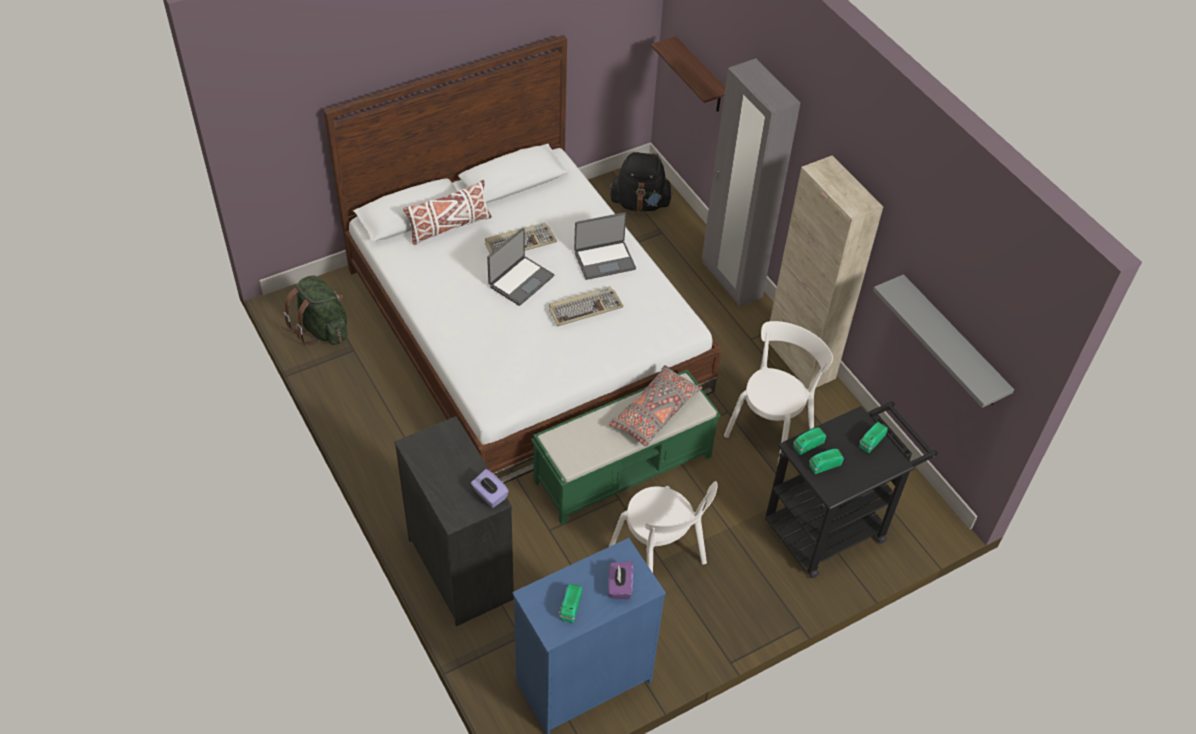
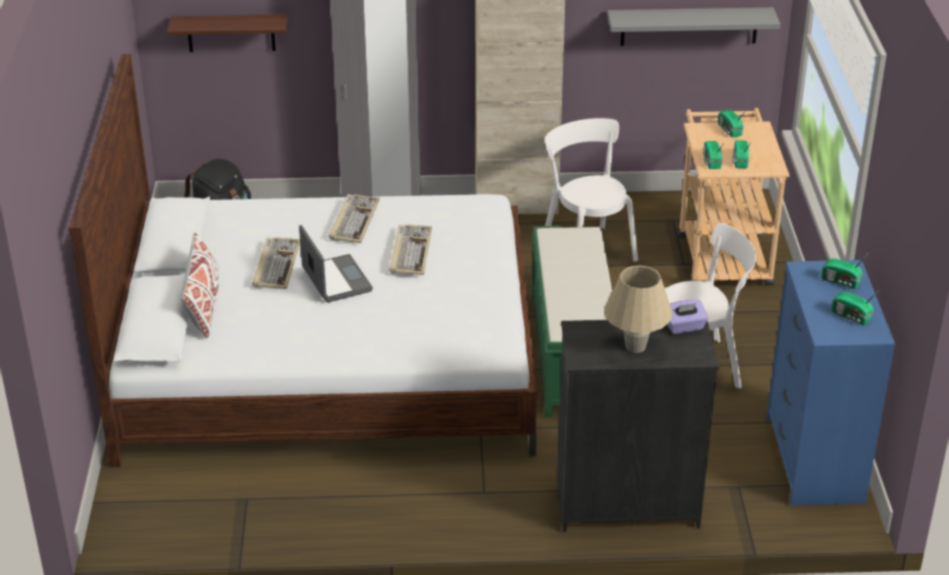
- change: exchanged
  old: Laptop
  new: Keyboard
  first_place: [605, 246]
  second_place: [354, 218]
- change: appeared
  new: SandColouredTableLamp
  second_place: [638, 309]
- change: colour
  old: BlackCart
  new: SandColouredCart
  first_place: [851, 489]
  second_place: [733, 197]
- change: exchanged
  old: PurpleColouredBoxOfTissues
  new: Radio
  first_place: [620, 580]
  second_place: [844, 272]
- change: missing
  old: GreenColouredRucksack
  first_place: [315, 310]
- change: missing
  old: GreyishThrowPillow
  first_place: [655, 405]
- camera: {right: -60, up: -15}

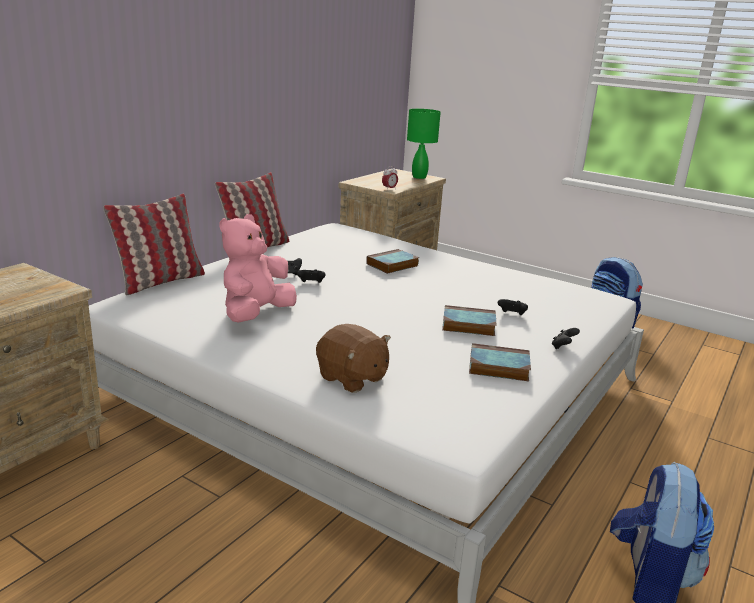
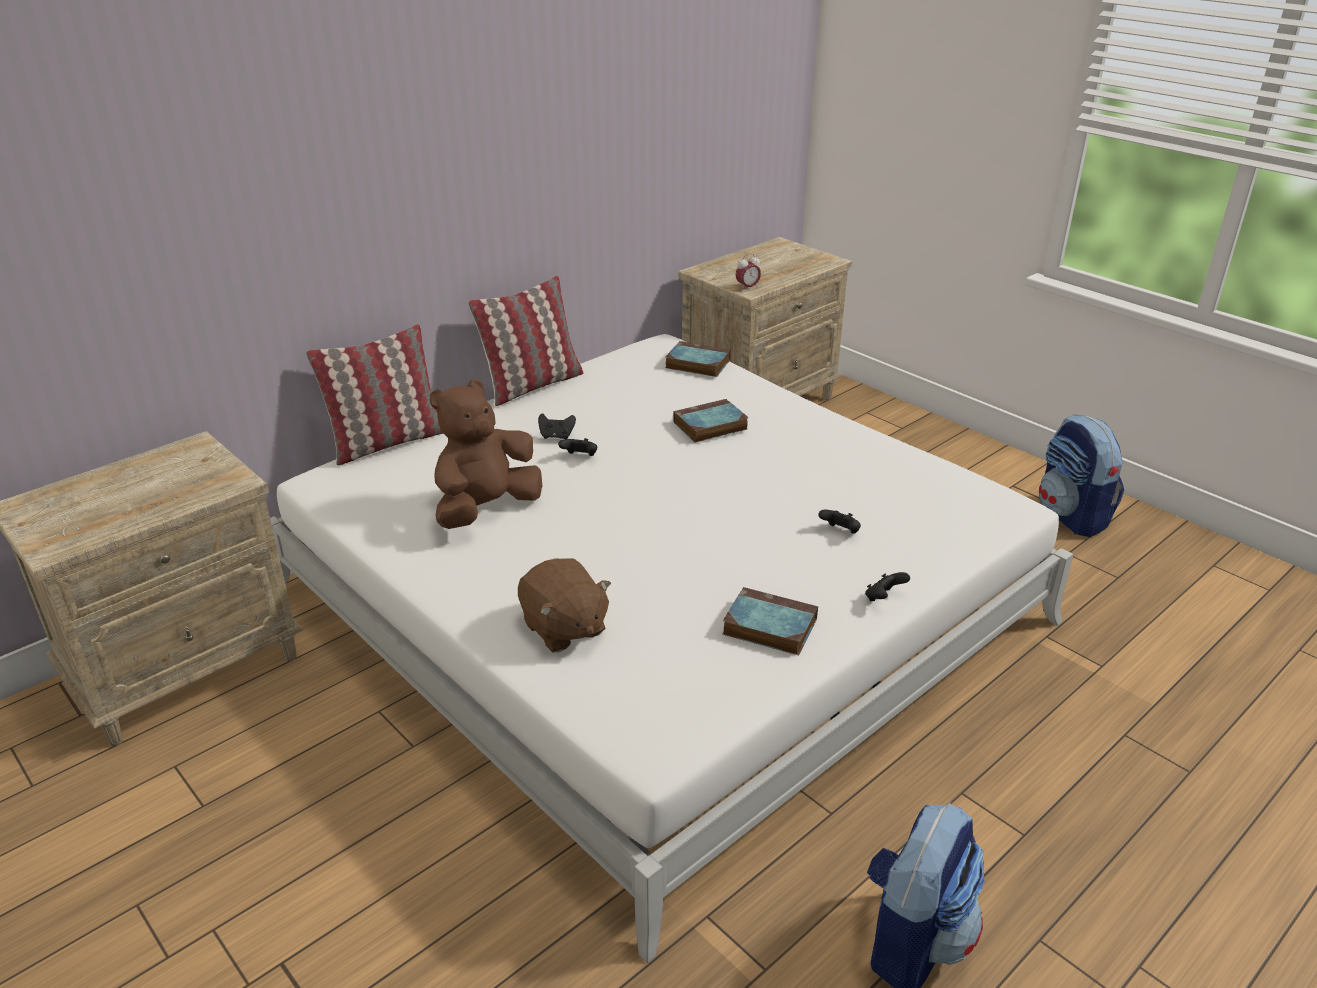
- change: colour
  old: PinkishPlushToy
  new: BrownColouredPlushToy
  first_place: [258, 268]
  second_place: [486, 454]
- change: relocated
  old: BoundBook
  first_place: [469, 320]
  second_place: [698, 359]
- change: missing
  old: GreenColouredTableLamp
  first_place: [424, 144]
- camera: {right: 15, up: 10}

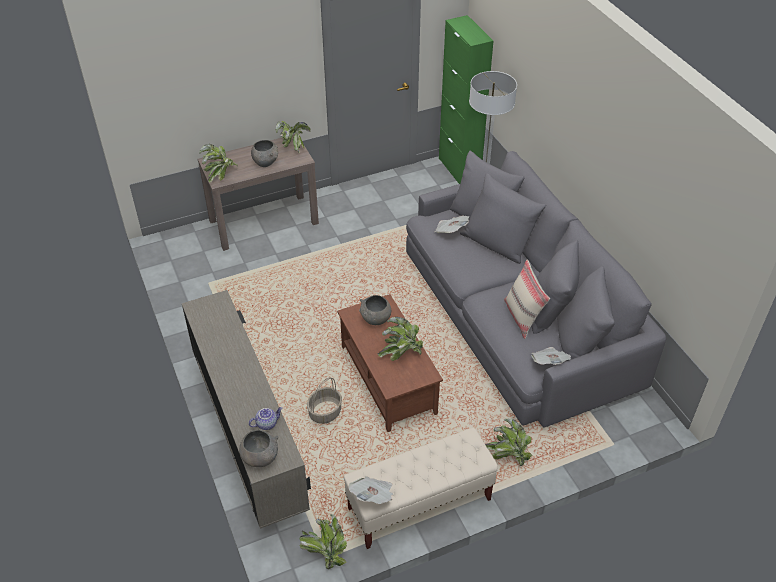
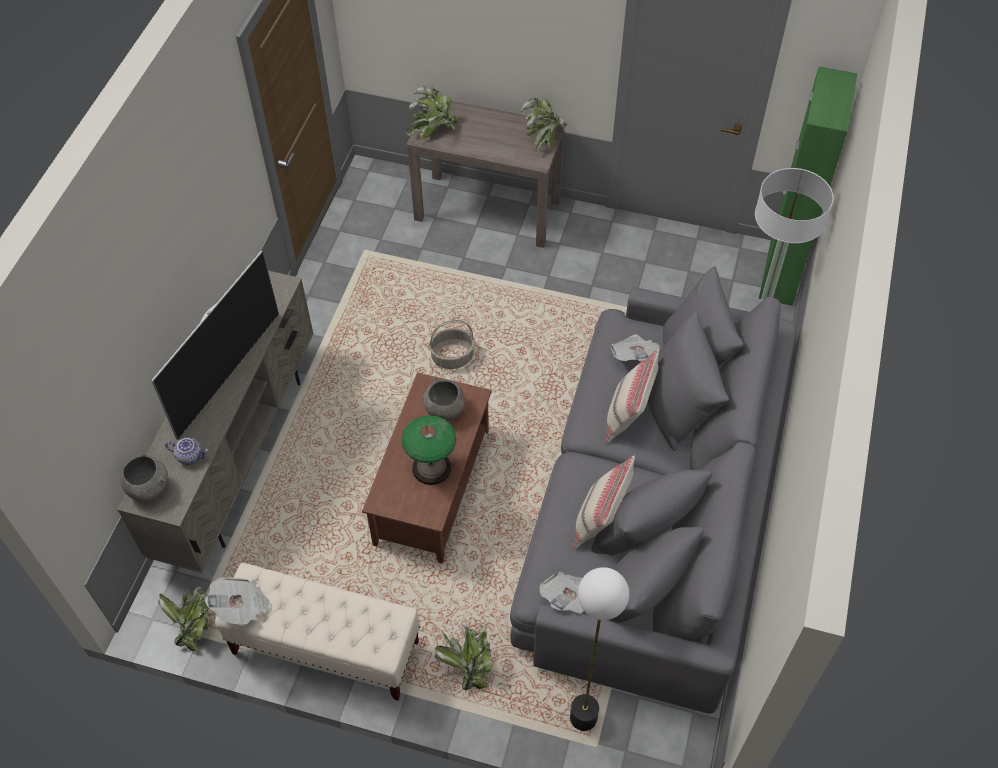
- change: appeared
  new: Tv
  second_place: [215, 345]
- change: exchanged
  old: PottedPlant
  new: TableLamp
  first_place: [400, 339]
  second_place: [429, 450]
- change: relocated
  old: StorageBasket
  first_place: [324, 401]
  second_place: [452, 344]
- change: appeared
  new: StandardLamp
  second_place: [599, 649]
- change: appeared
  new: SandColouredThrowPillow
  second_place: [632, 396]
- change: missing
  old: GreyishDeepDish
  first_place: [264, 153]
- camera: {right: 40, up: 10}

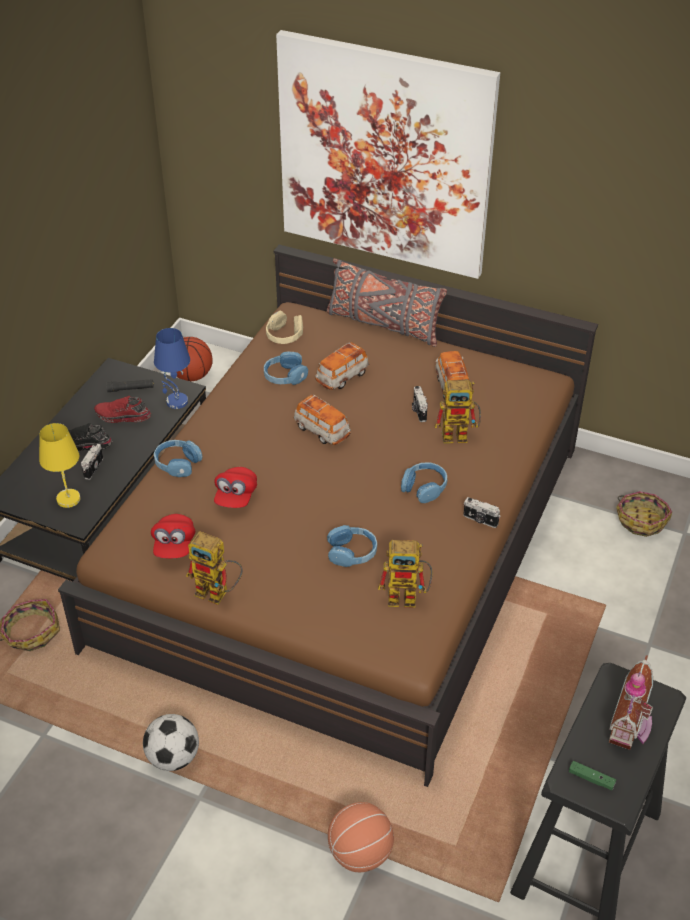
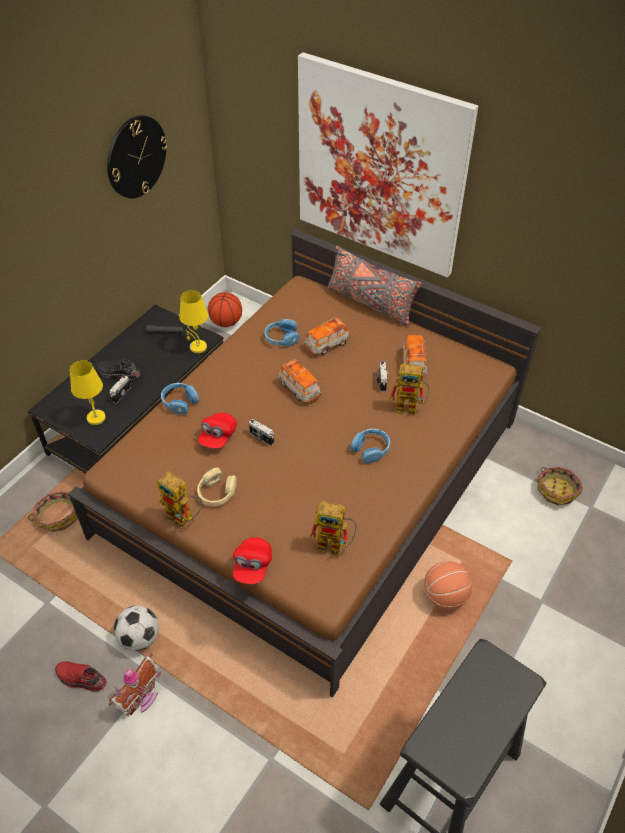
- change: relocated
  old: ReddishLowShoe
  first_place: [122, 409]
  second_place: [81, 677]
- change: appeared
  new: HangingClock
  second_place: [137, 157]
- change: relocated
  old: ToyHouse
  first_place: [631, 702]
  second_place: [134, 684]
- change: colour
  old: BlueTableLamp
  new: YellowColouredTableLamp
  first_place: [172, 368]
  second_place: [193, 321]
- change: relocated
  old: SandColouredHeadset
  first_place: [284, 327]
  second_place: [217, 487]
- change: relocated
  old: ReddishBaseballCap
  first_place: [173, 536]
  second_place: [252, 560]
- change: relocated
  old: StillCamera
  first_place: [482, 512]
  second_place: [261, 432]
- change: relocated
  old: BasketballBall
  first_place: [361, 837]
  second_place: [448, 585]
- change: missing
  old: BlueHeadset
  first_place: [352, 546]
- change: missing
  old: GreenColouredGameController
  first_place: [592, 776]
- camera: {right: 10, up: 5}

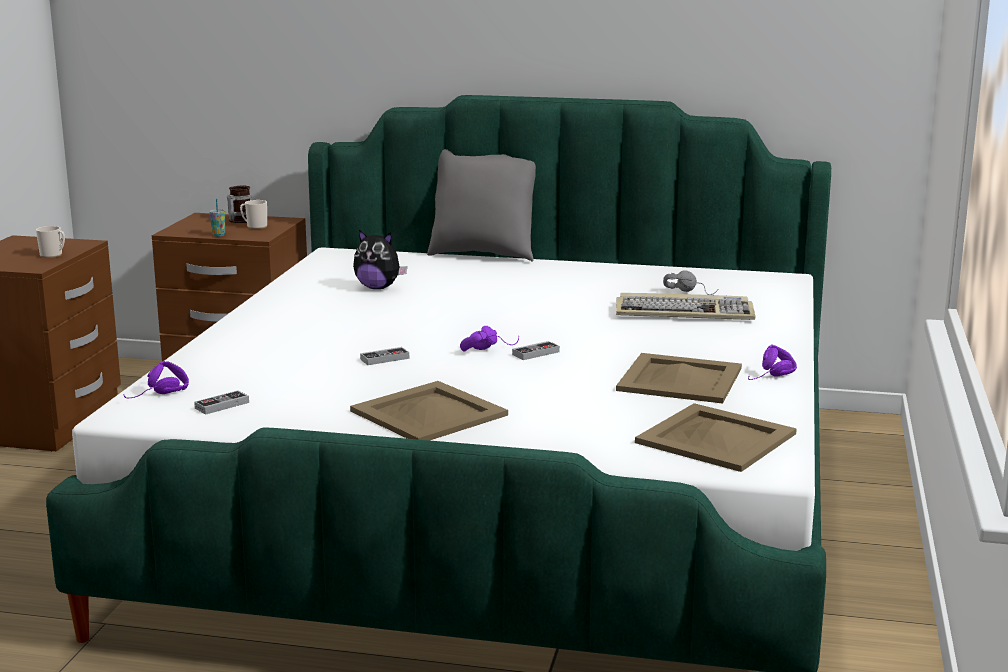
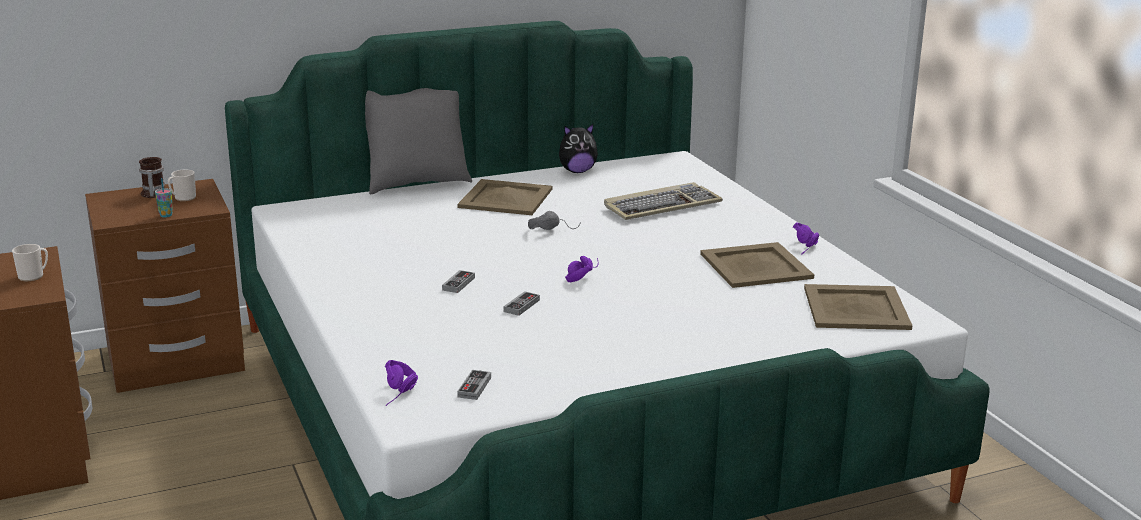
- change: relocated
  old: GameController
  first_place: [536, 350]
  second_place: [458, 281]
- change: relocated
  old: SandColouredServingTray
  first_place: [429, 410]
  second_place: [504, 197]
- change: relocated
  old: GreyishHeadset
  first_place: [690, 282]
  second_place: [554, 220]
- change: relocated
  old: PlushToy
  first_place: [380, 259]
  second_place: [578, 148]
- camera: {right: -35, up: 5}

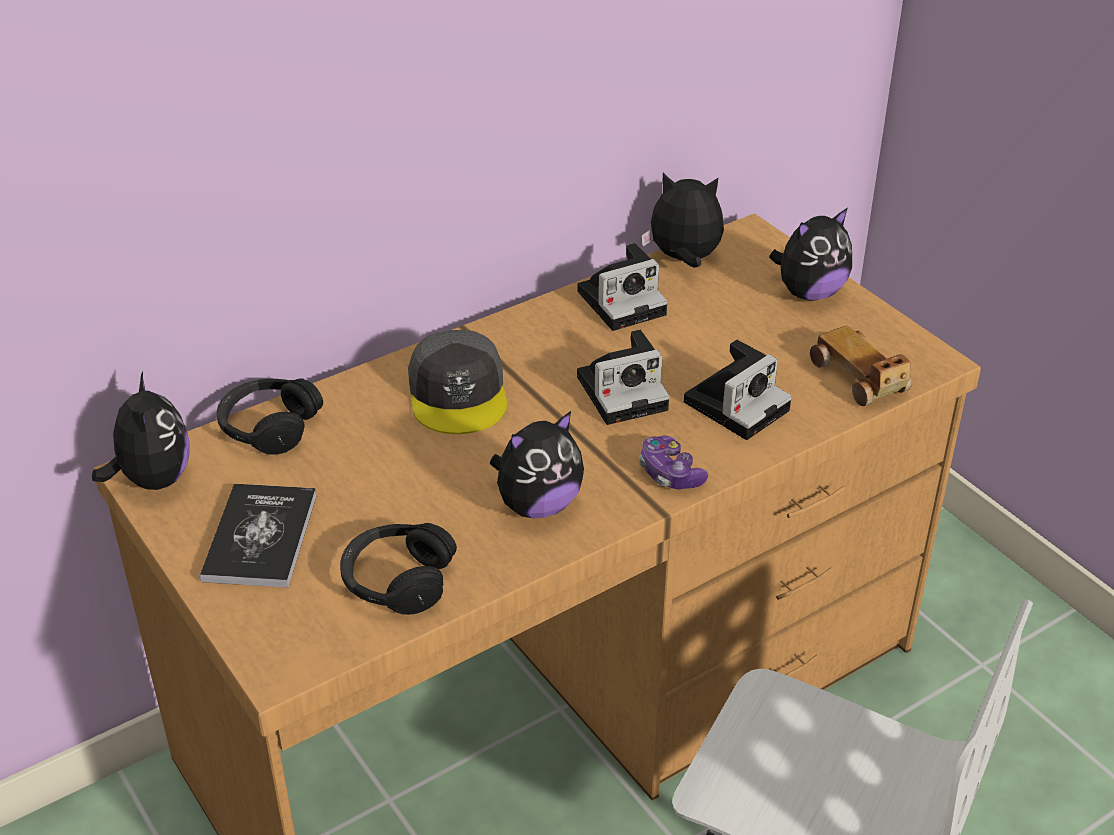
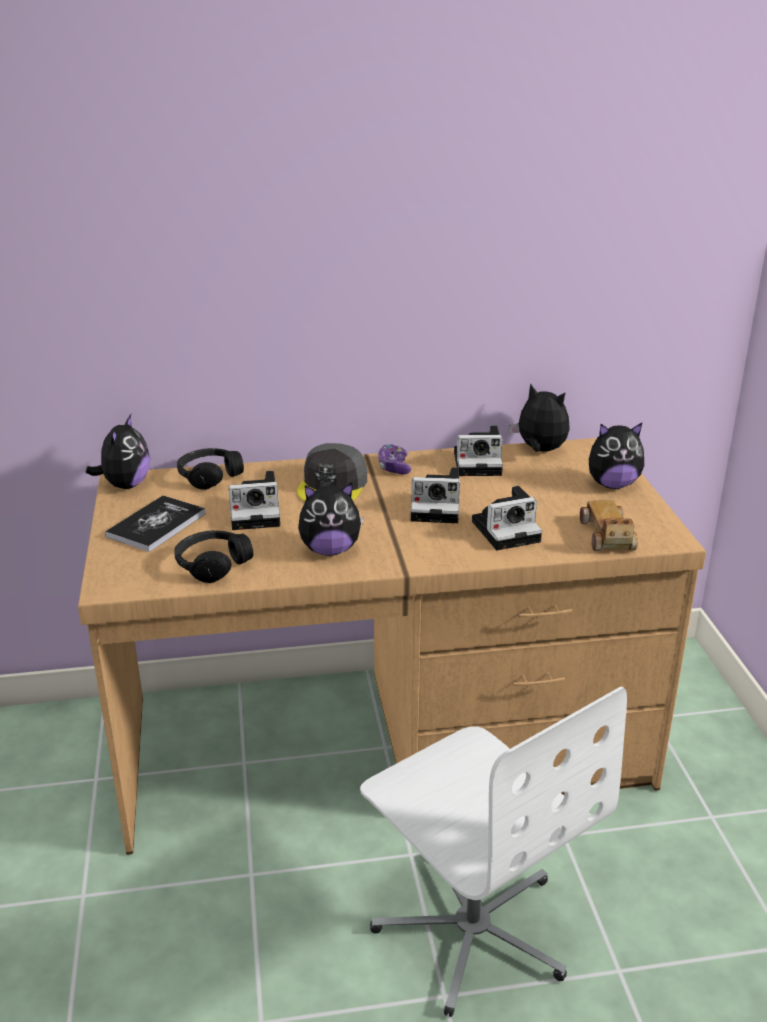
- change: appeared
  new: StillCamera
  second_place: [254, 500]
- change: relocated
  old: GameController
  first_place: [673, 462]
  second_place: [394, 459]
- camera: {right: 25, up: -10}

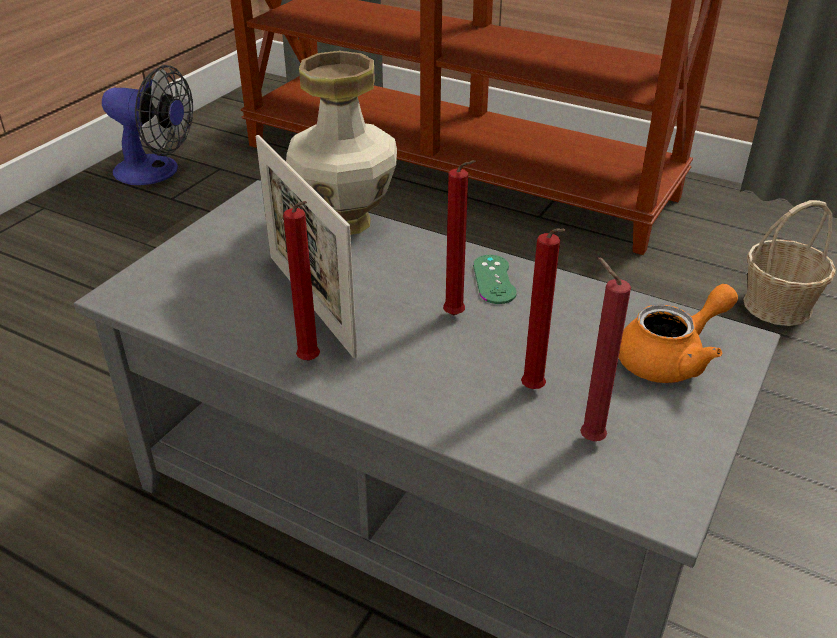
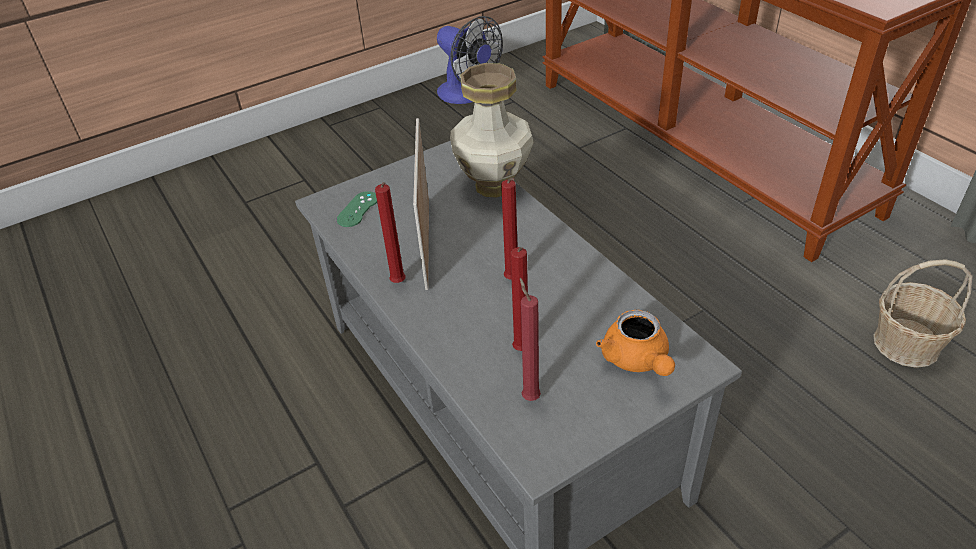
- change: relocated
  old: GreenColouredGameController
  first_place: [495, 279]
  second_place: [356, 209]
- change: spun
  old: OrangeyPotForTea
  first_place: [678, 333]
  second_place: [635, 343]
  degrees: 75
- camera: {right: 30, up: 5}

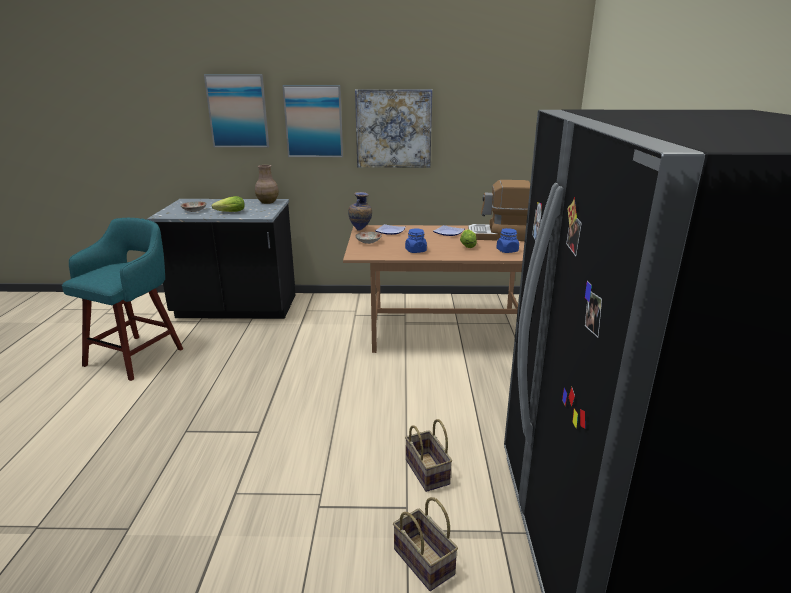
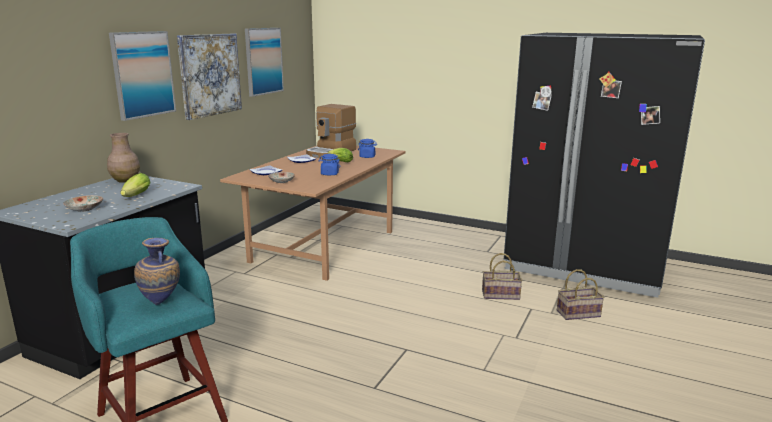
- change: relocated
  old: FlowerVase
  first_place: [360, 211]
  second_place: [157, 271]
- change: relocated
  old: Picture
  first_place: [236, 110]
  second_place: [264, 62]
- camera: {right: -65, up: -5}

